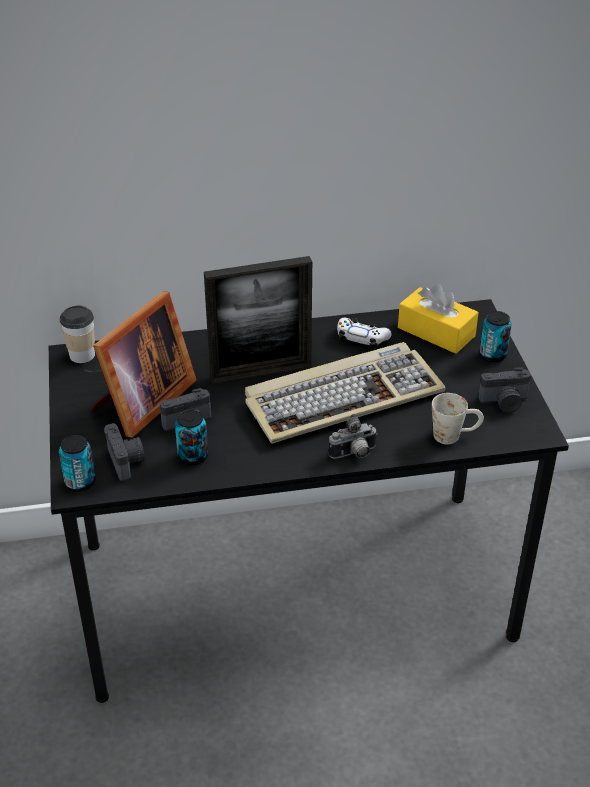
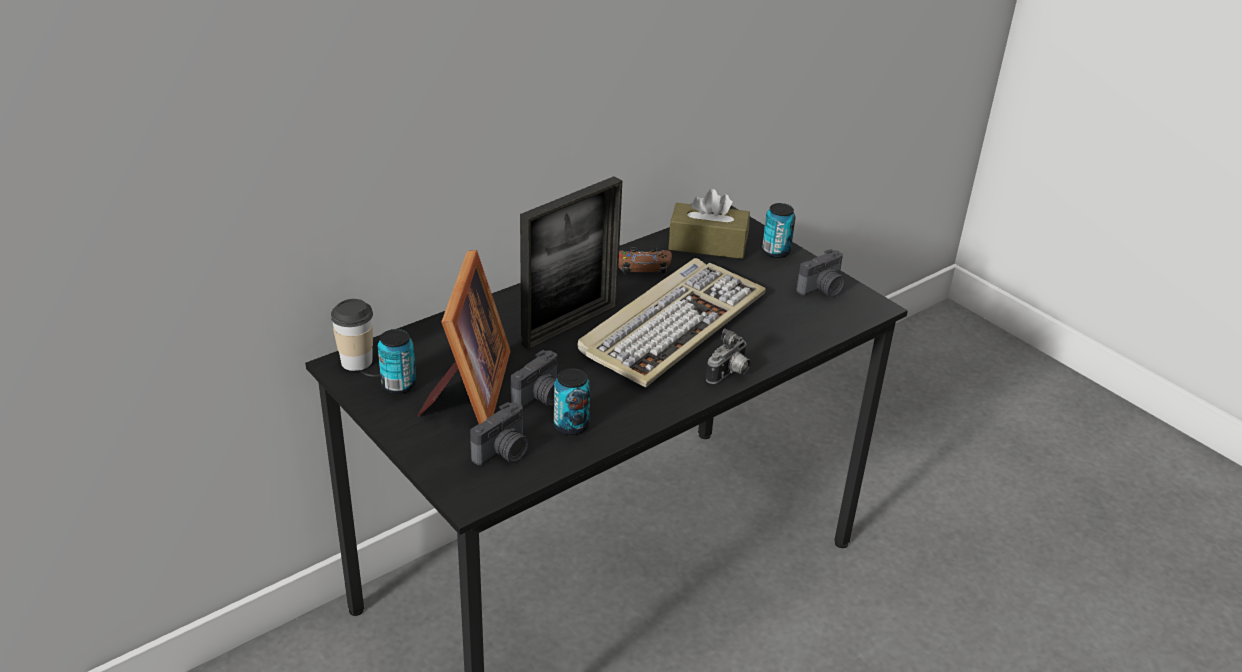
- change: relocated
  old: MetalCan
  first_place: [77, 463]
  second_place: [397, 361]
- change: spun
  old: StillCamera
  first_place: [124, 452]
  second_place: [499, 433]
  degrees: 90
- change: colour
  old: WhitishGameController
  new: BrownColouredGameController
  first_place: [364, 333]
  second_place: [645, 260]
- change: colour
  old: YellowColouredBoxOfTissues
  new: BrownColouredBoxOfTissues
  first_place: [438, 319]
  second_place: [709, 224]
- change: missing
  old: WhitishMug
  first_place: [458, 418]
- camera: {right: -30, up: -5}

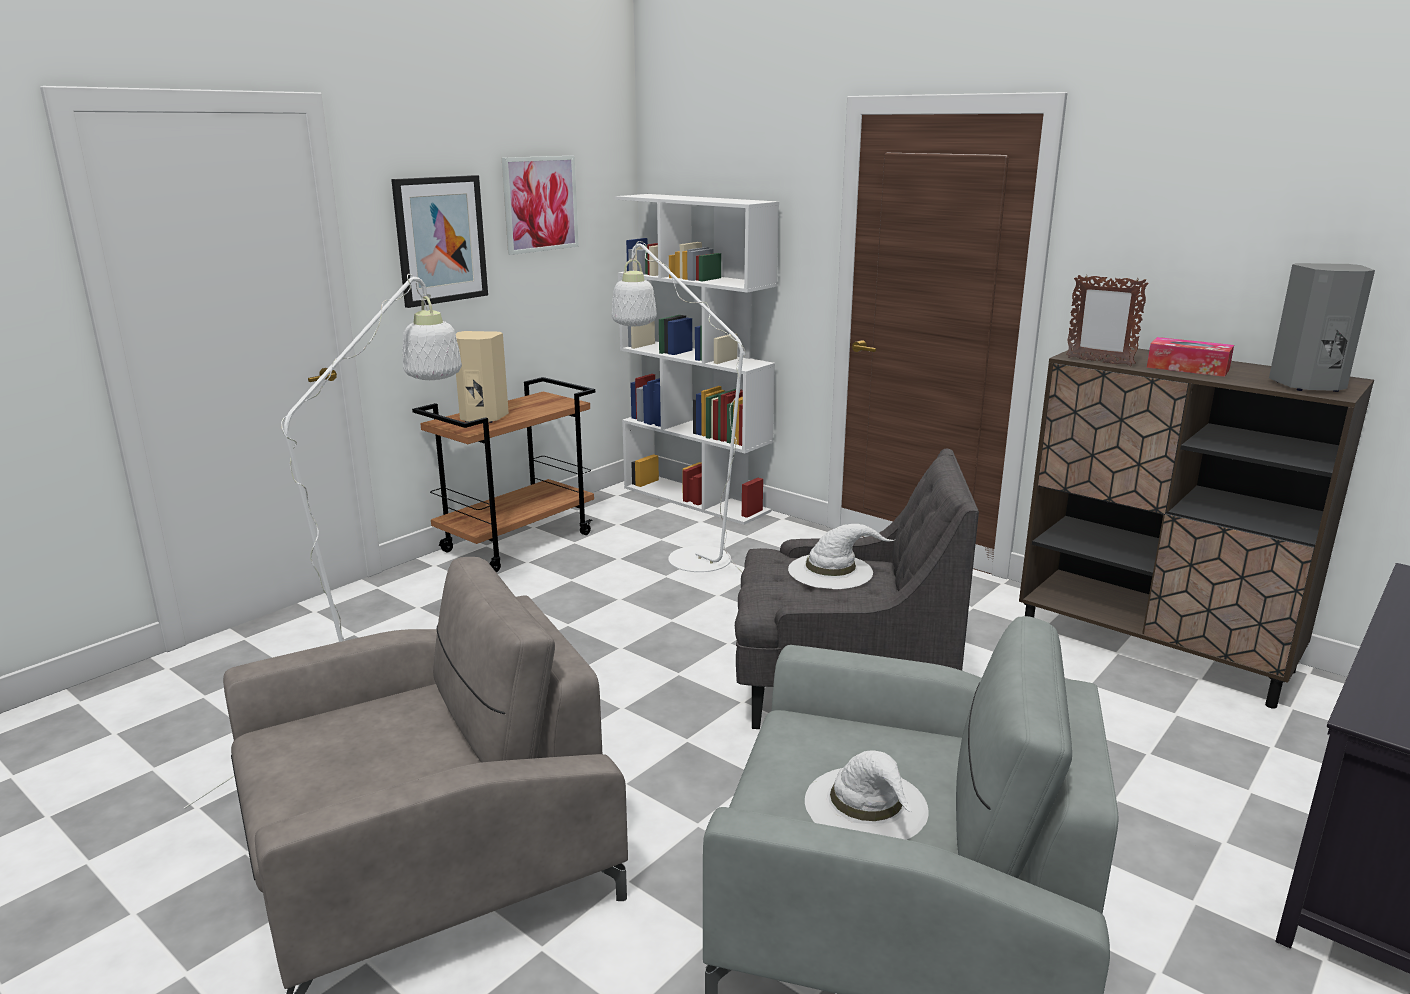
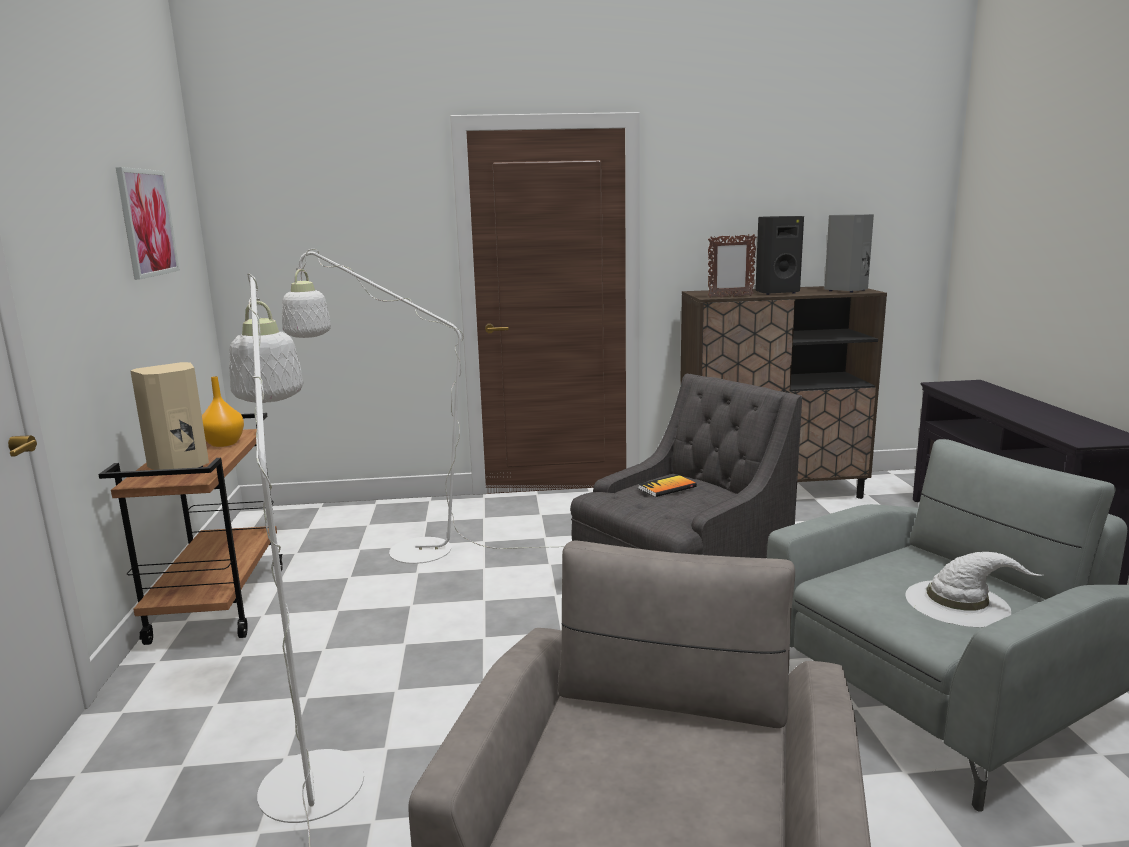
- change: appeared
  new: OrangeyFlowerVase
  second_place: [223, 411]
- change: exchanged
  old: WhitishHat
  new: BoundBook
  first_place: [841, 556]
  second_place: [667, 486]
- change: exchanged
  old: BoxOfTissues
  new: BlackSpeaker
  first_place: [1190, 357]
  second_place: [779, 255]
- change: missing
  old: Picture
  first_place: [439, 241]
- change: missing
  old: WhitishShelvingUnit
  first_place: [697, 359]
- camera: {right: -45, up: -5}

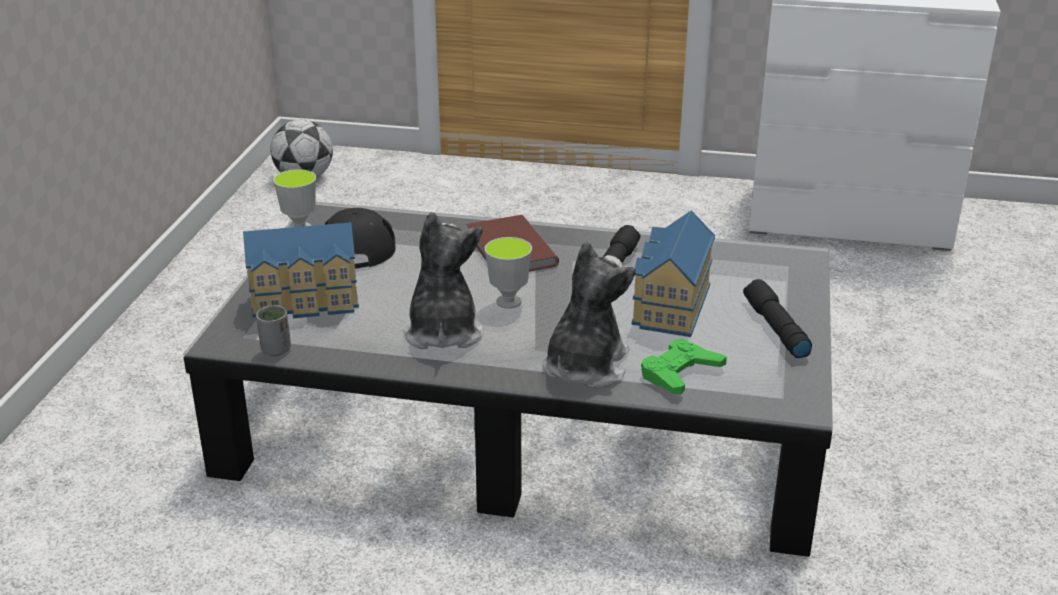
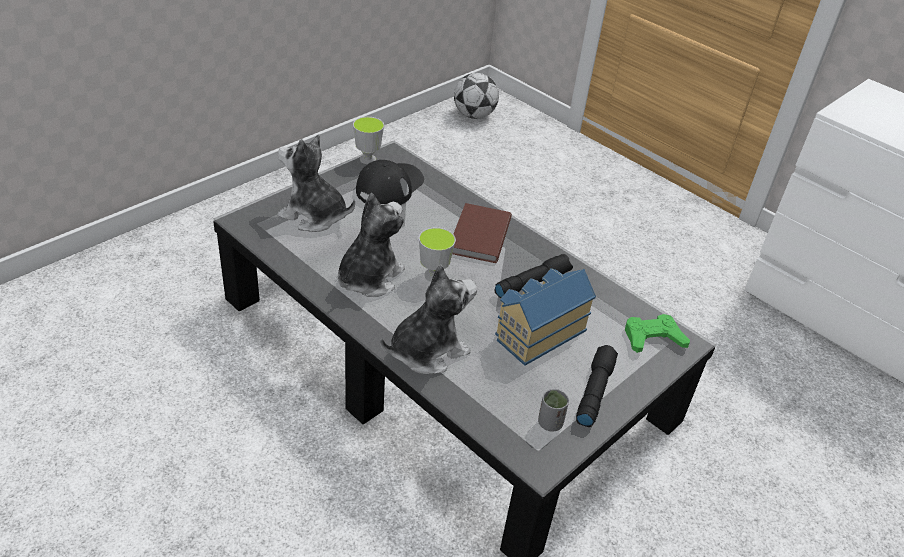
- change: exchanged
  old: ToyHouse
  new: PlushToy
  first_place: [301, 270]
  second_place: [316, 183]
- change: relocated
  old: GreyishSmallCup
  first_place: [273, 331]
  second_place: [553, 410]
- change: relocated
  old: GreenColouredGameController
  first_place: [684, 366]
  second_place: [657, 333]
- camera: {right: 30, up: 10}

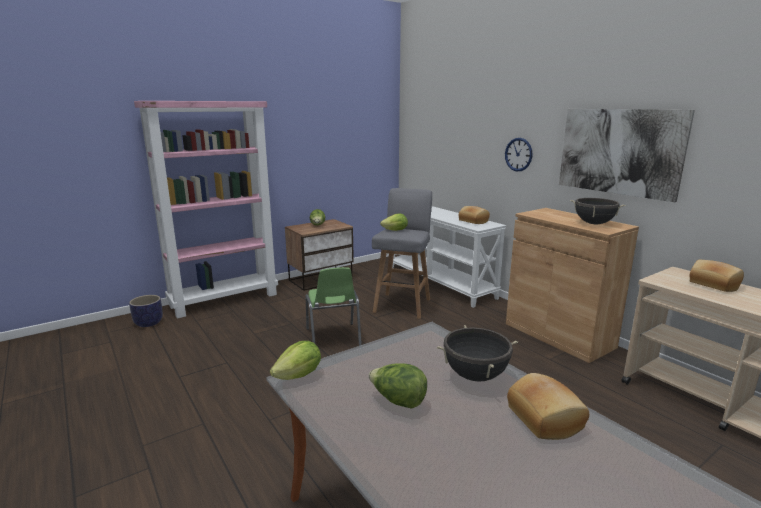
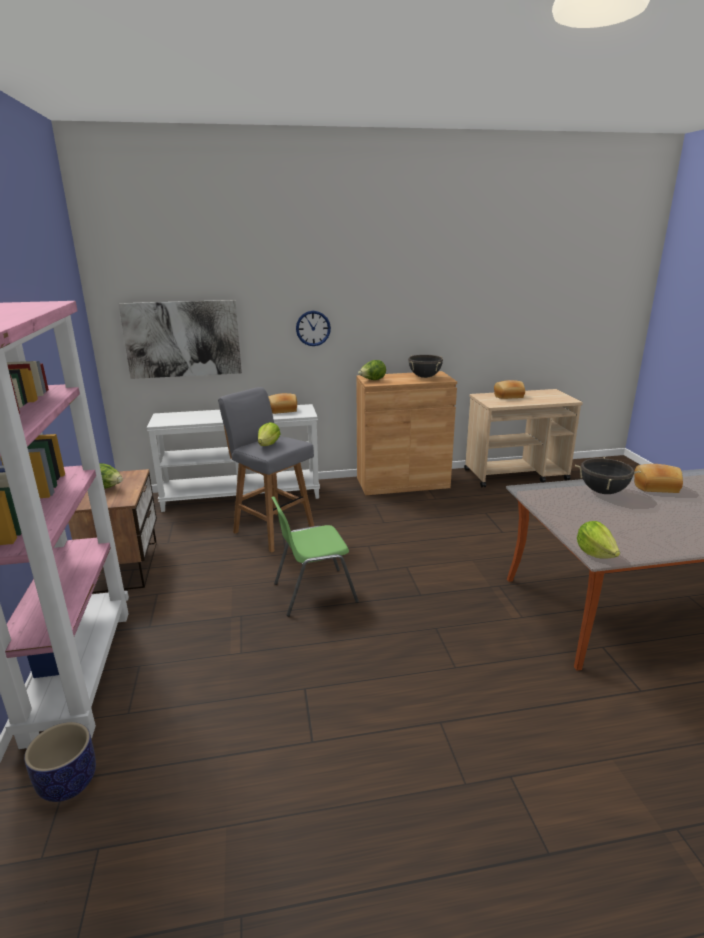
- change: relocated
  old: Picture
  first_place: [627, 155]
  second_place: [180, 339]
- change: spun
  old: GreenColouredChair
  first_place: [334, 306]
  second_place: [315, 556]
  degrees: 150
- change: relocated
  old: HeadOfLettuce
  first_place: [398, 386]
  second_place: [372, 370]
- camera: {right: -65, up: 5}

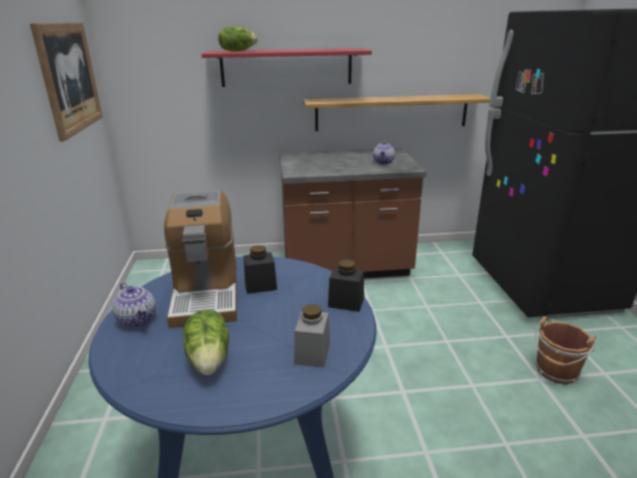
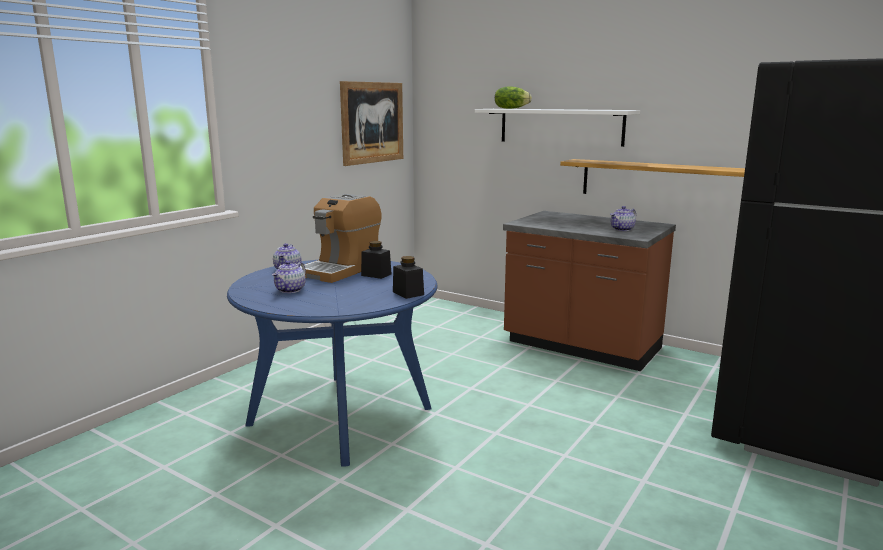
- change: exchanged
  old: HeadOfLettuce
  new: PotForTea
  first_place: [206, 342]
  second_place: [289, 277]
- change: colour
  old: ReddishShelf
  new: WhitishShelf
  first_place: [286, 67]
  second_place: [557, 128]
- change: missing
  old: GreyishStorageJar
  first_place: [312, 335]
- change: missing
  old: BrownColouredBucket
  first_place: [566, 350]
- camera: {right: 40, up: -10}

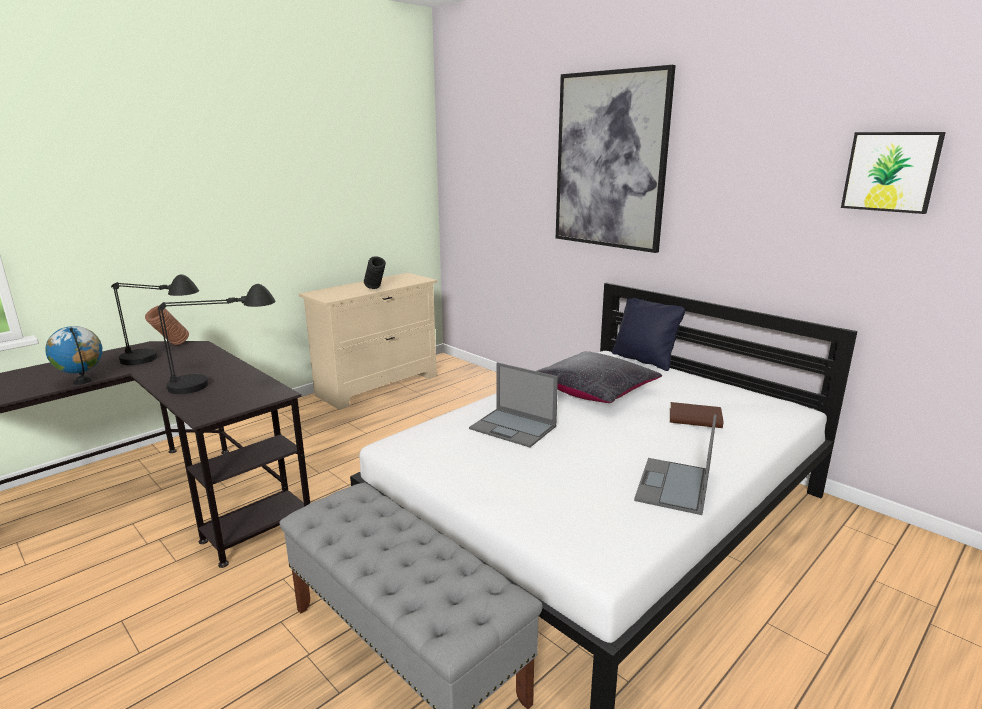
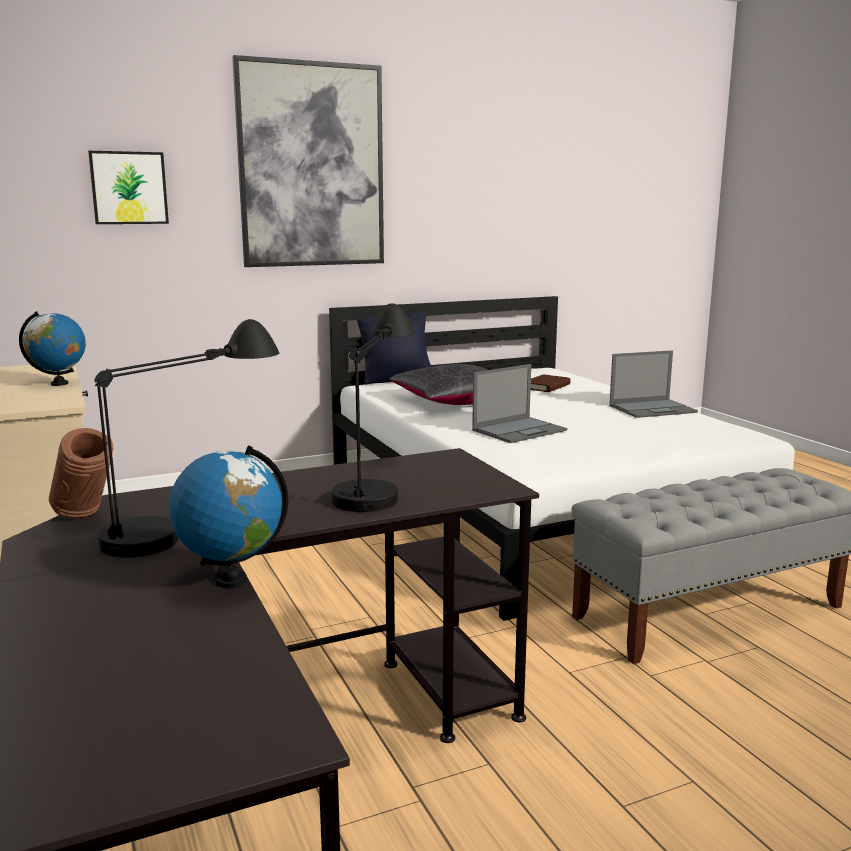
- change: exchanged
  old: BlackFlowerVase
  new: WorldGlobe
  first_place: [375, 272]
  second_place: [52, 348]
- change: relocated
  old: Picture
  first_place: [893, 173]
  second_place: [128, 187]
- change: spun
  old: Laptop
  first_place: [675, 464]
  second_place: [653, 384]
  degrees: -60
- camera: {right: -70, up: -5}

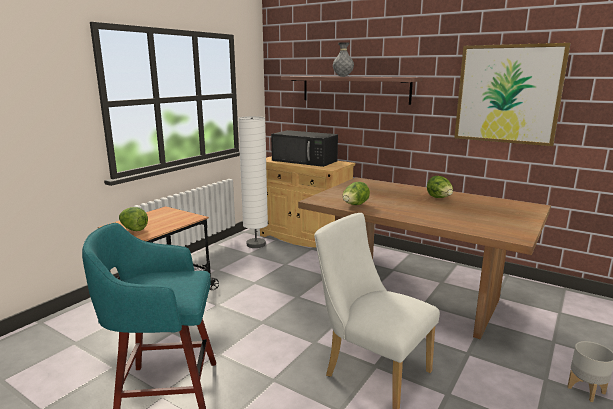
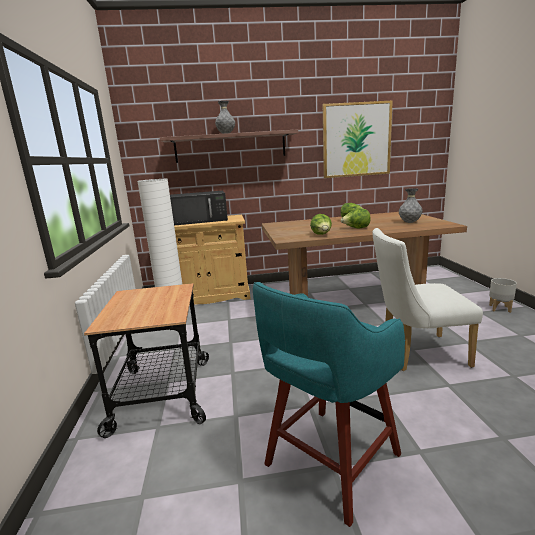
- change: relocated
  old: HeadOfLettuce
  first_place: [133, 219]
  second_place: [356, 219]
- change: appeared
  new: GreyishFlowerVase
  second_place: [411, 205]
- camera: {right: -40, up: 0}

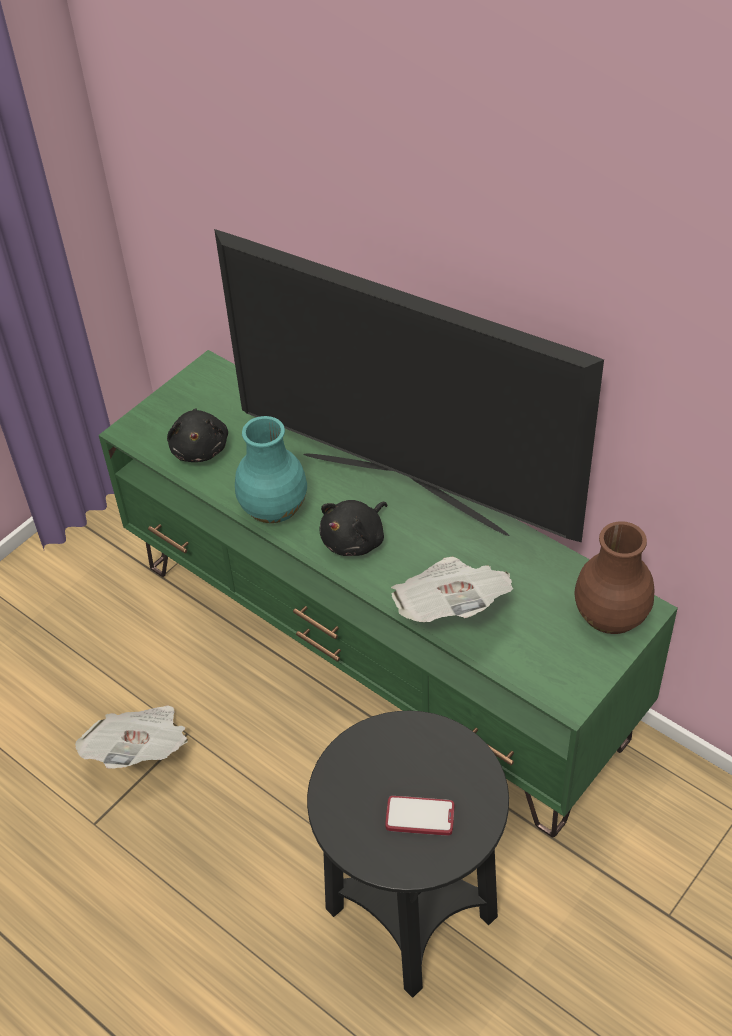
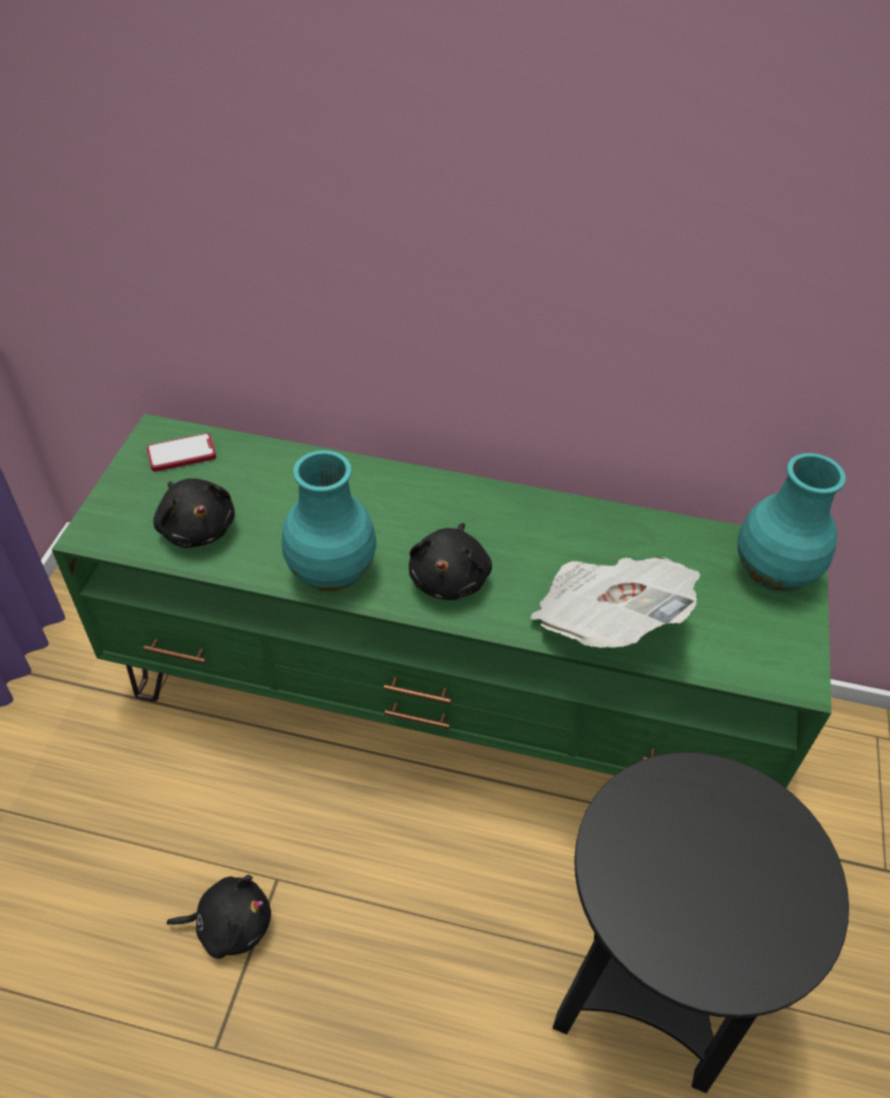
- change: relocated
  old: Telephone
  first_place: [419, 816]
  second_place: [181, 452]
- change: exchanged
  old: PrintedPaper
  new: BlackPlushToy
  first_place: [131, 737]
  second_place: [219, 917]
- change: colour
  old: BrownColouredFlowerVase
  new: TurquoiseColouredFlowerVase
  first_place: [614, 577]
  second_place: [792, 522]
- change: missing
  old: Tv
  first_place: [409, 386]
- camera: {right: -30, up: 0}

